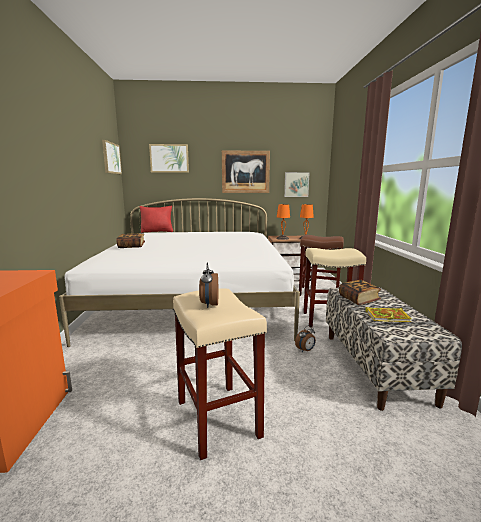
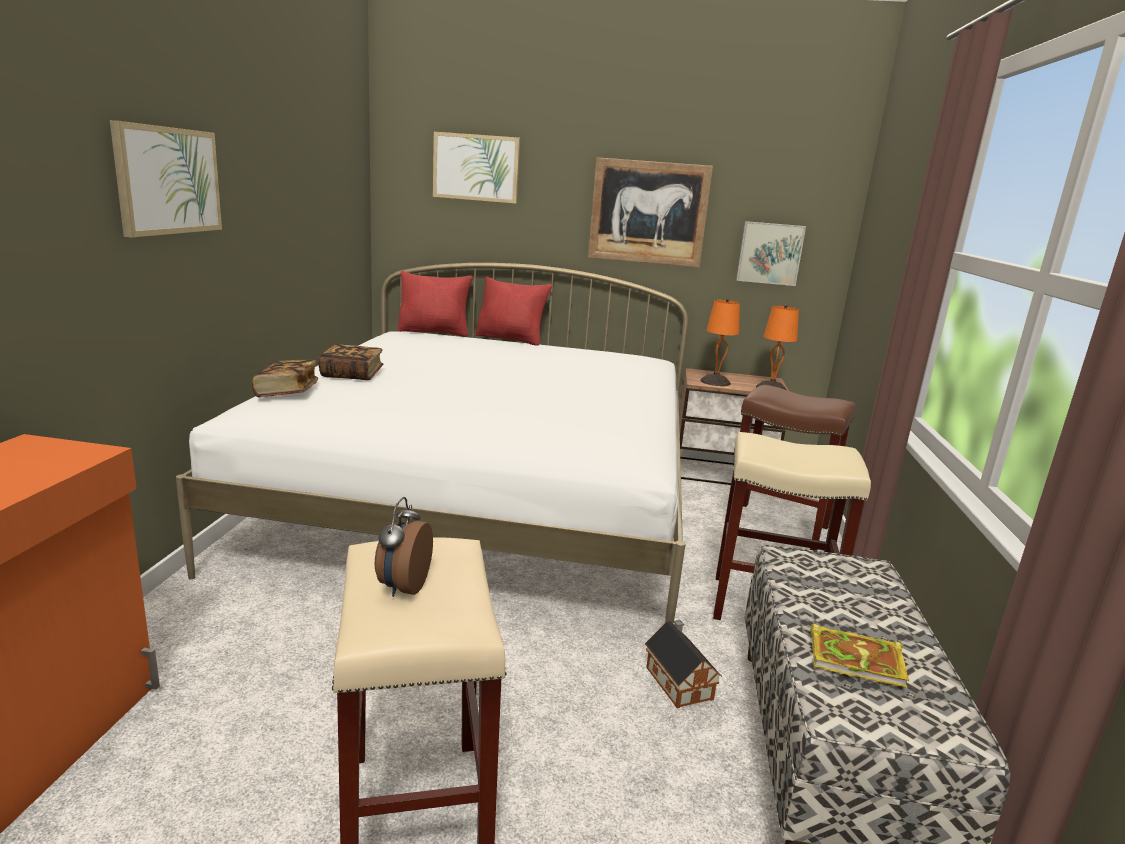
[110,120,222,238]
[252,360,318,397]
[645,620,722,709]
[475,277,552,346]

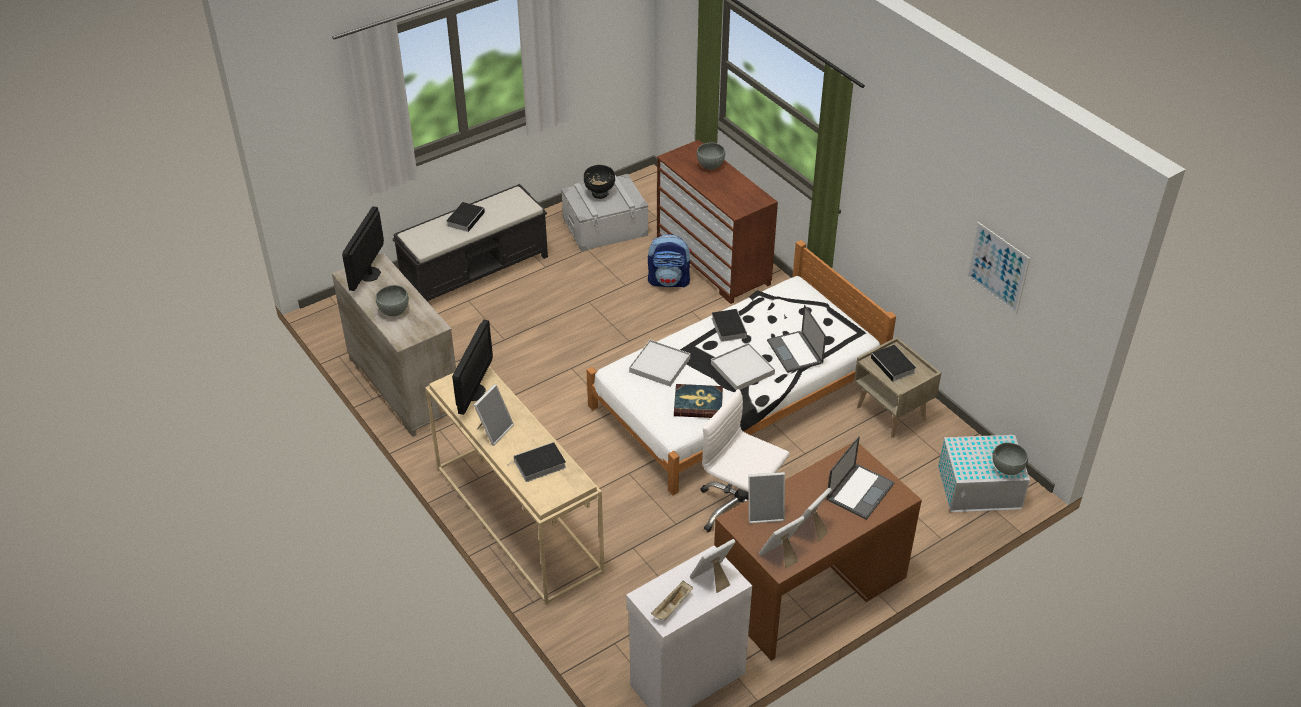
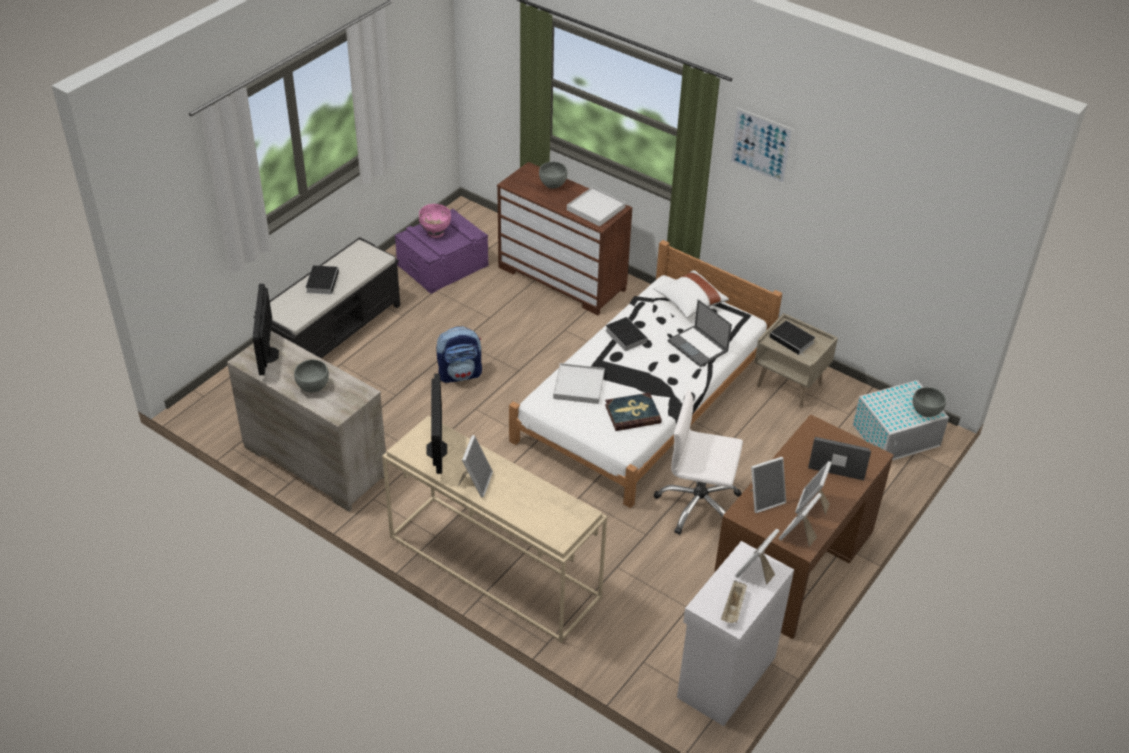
[419,204,451,238]
[395,209,489,294]
[729,107,794,185]
[436,326,482,383]
[567,187,626,227]
[808,437,871,480]
[509,442,566,482] (first image)
[654,270,729,318]

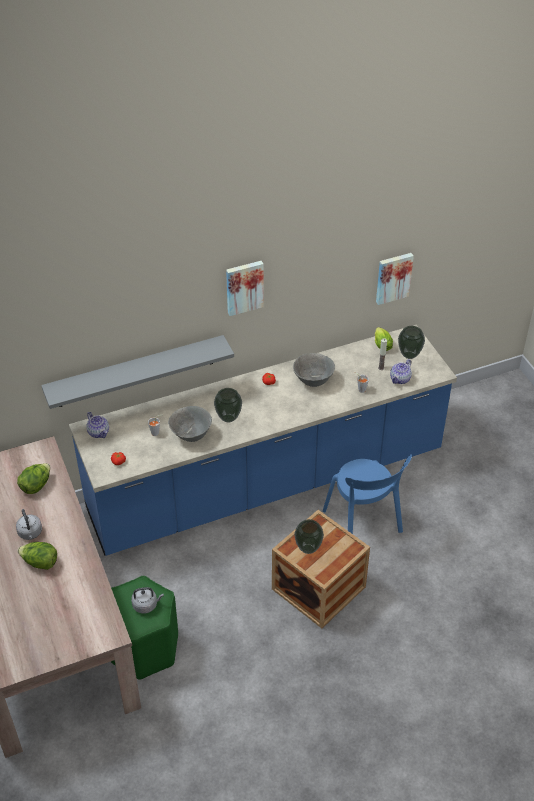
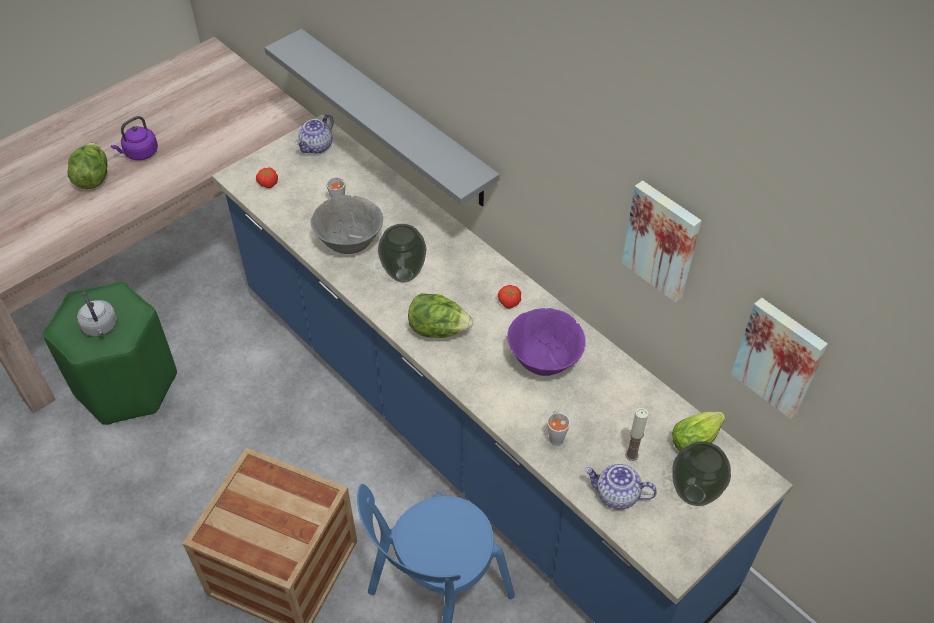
[622,180,702,302]
[507,308,586,376]
[408,293,473,338]
[111,116,158,160]
[294,519,324,554] (first image)

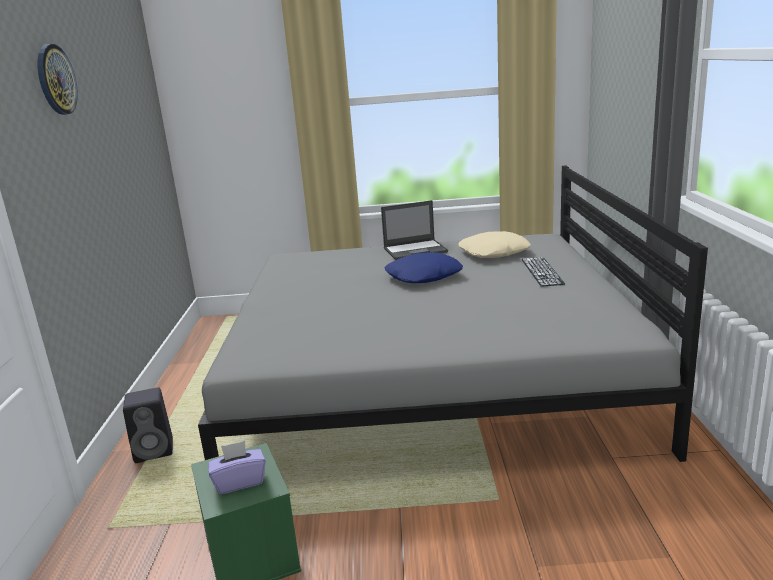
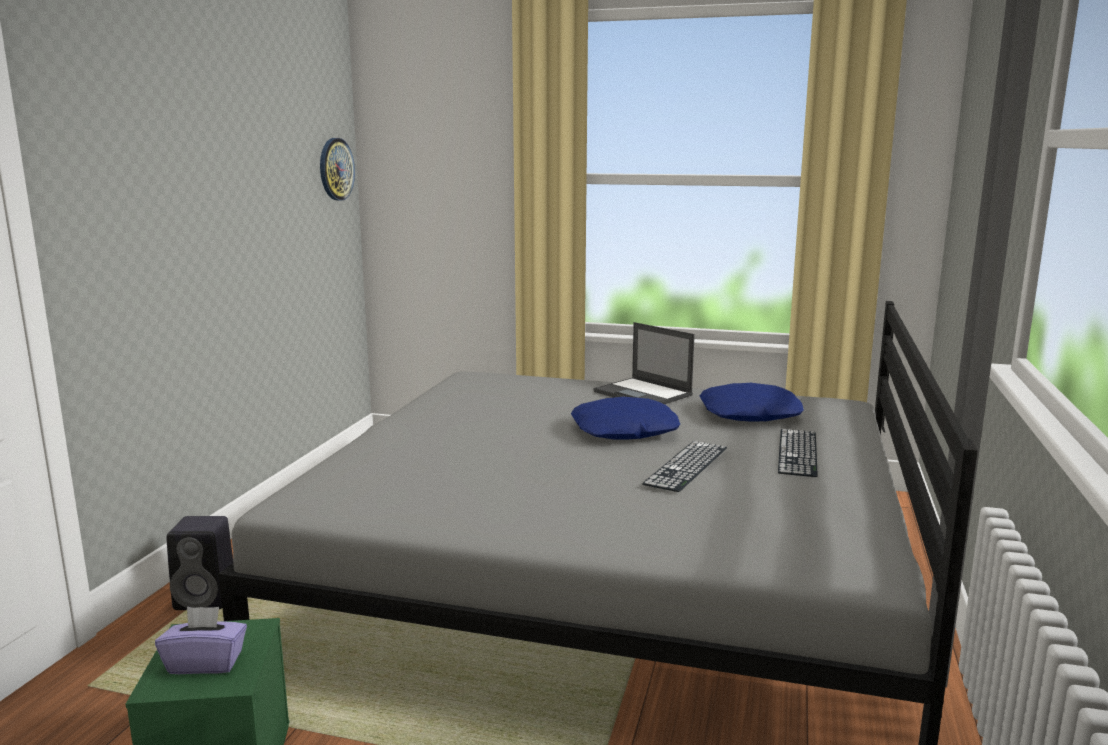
[320,138,355,201]
[593,322,695,404]
[700,383,804,422]
[642,441,727,492]

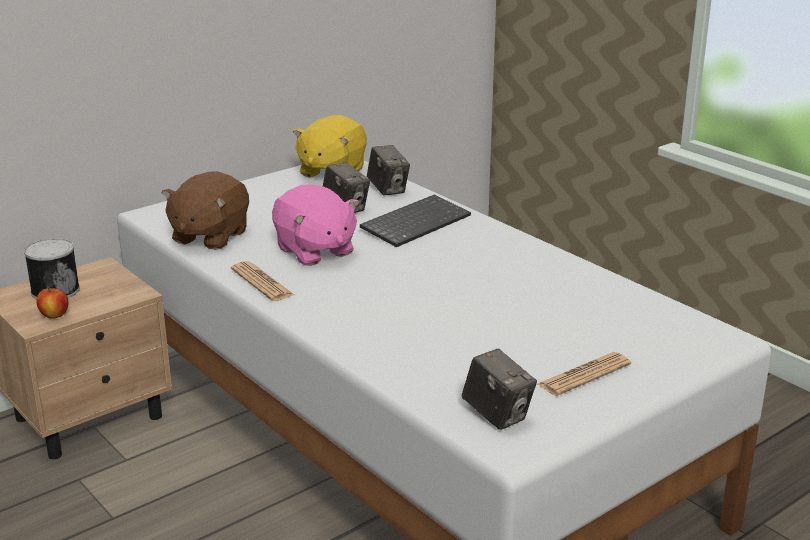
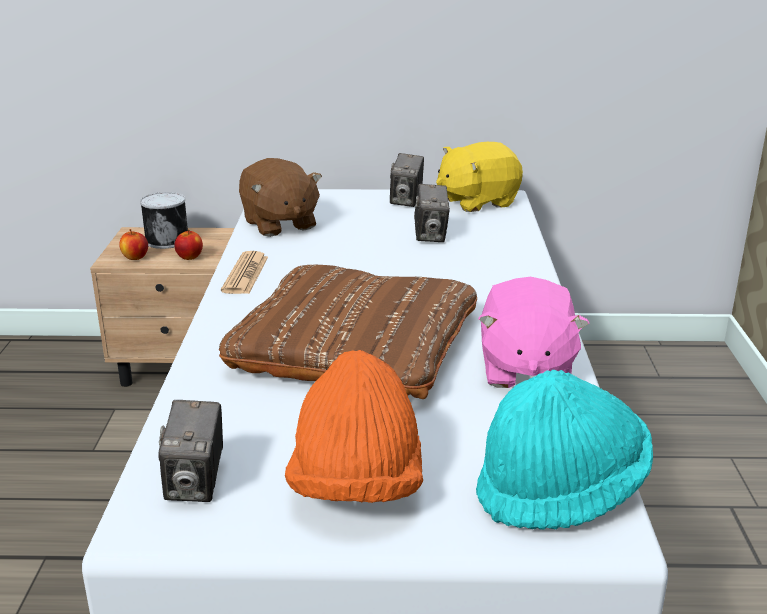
[390,153,424,207]
[239,158,322,237]
[478,277,589,388]
[360,194,471,247] (first image)
[285,350,423,503]
[174,230,203,260]
[219,265,477,399]
[476,370,653,529]

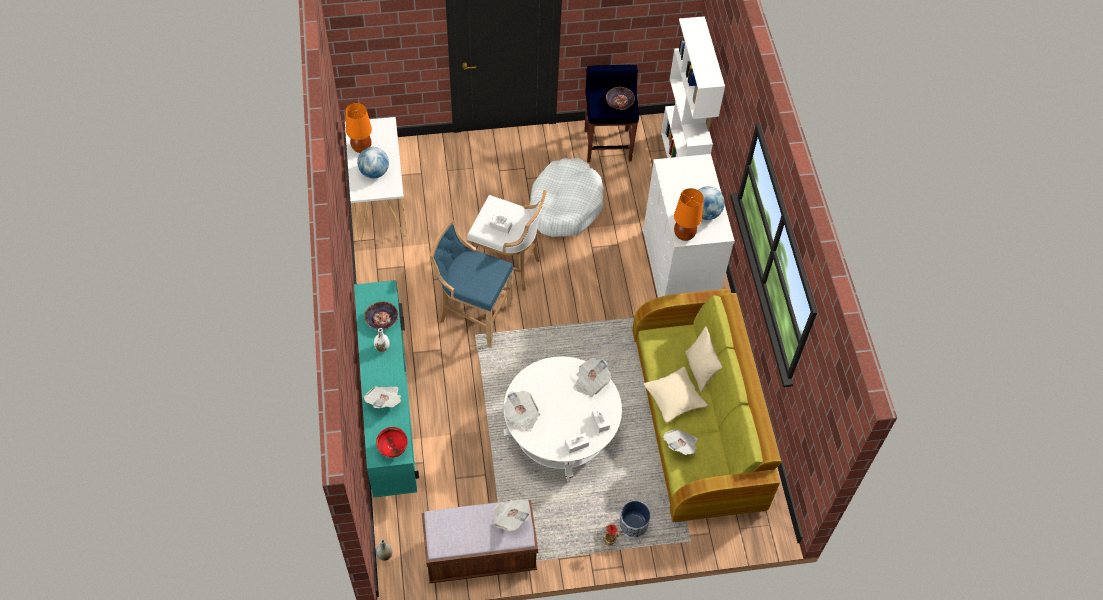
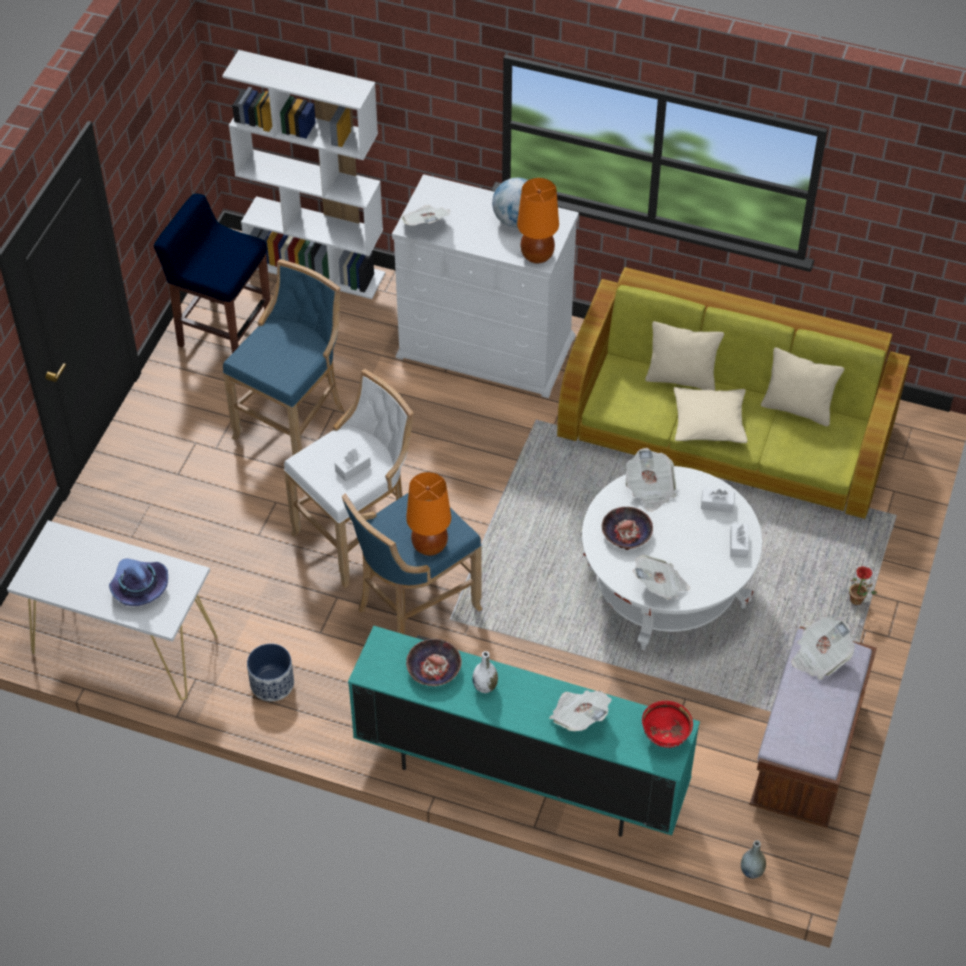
[601,507,653,550]
[406,472,451,556]
[109,558,168,606]
[223,259,344,455]
[401,205,450,226]
[247,643,294,701]
[761,347,844,426]

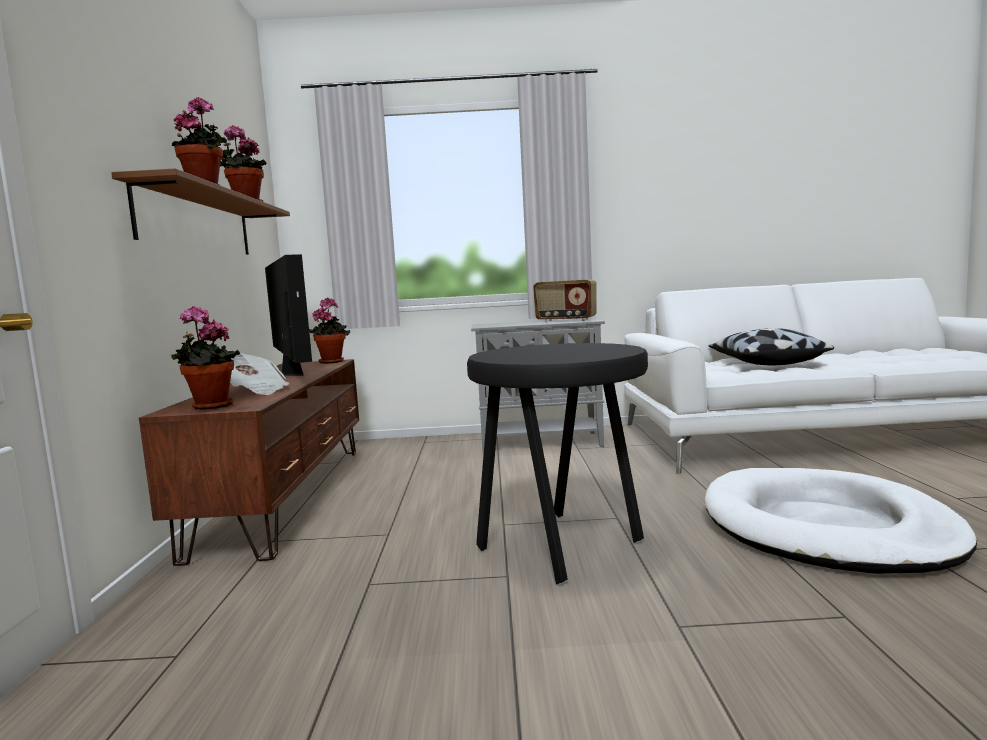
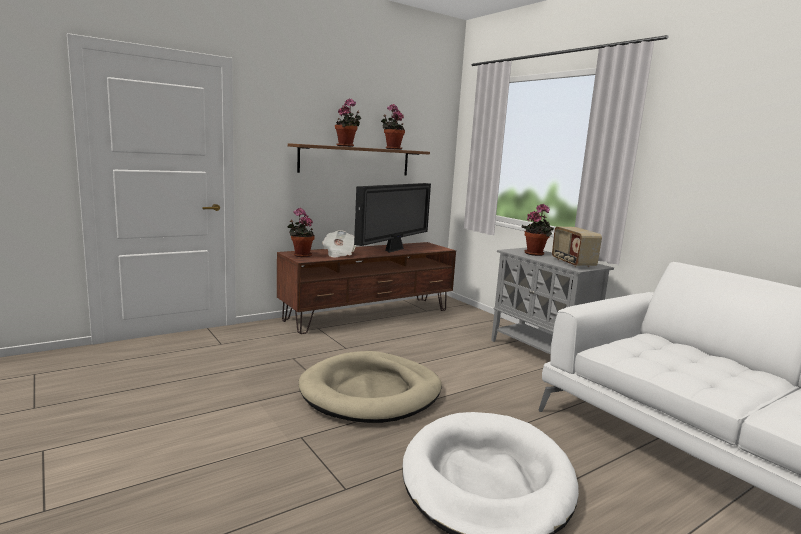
[521,204,554,256]
[709,328,834,365] (first image)
[299,351,442,423]

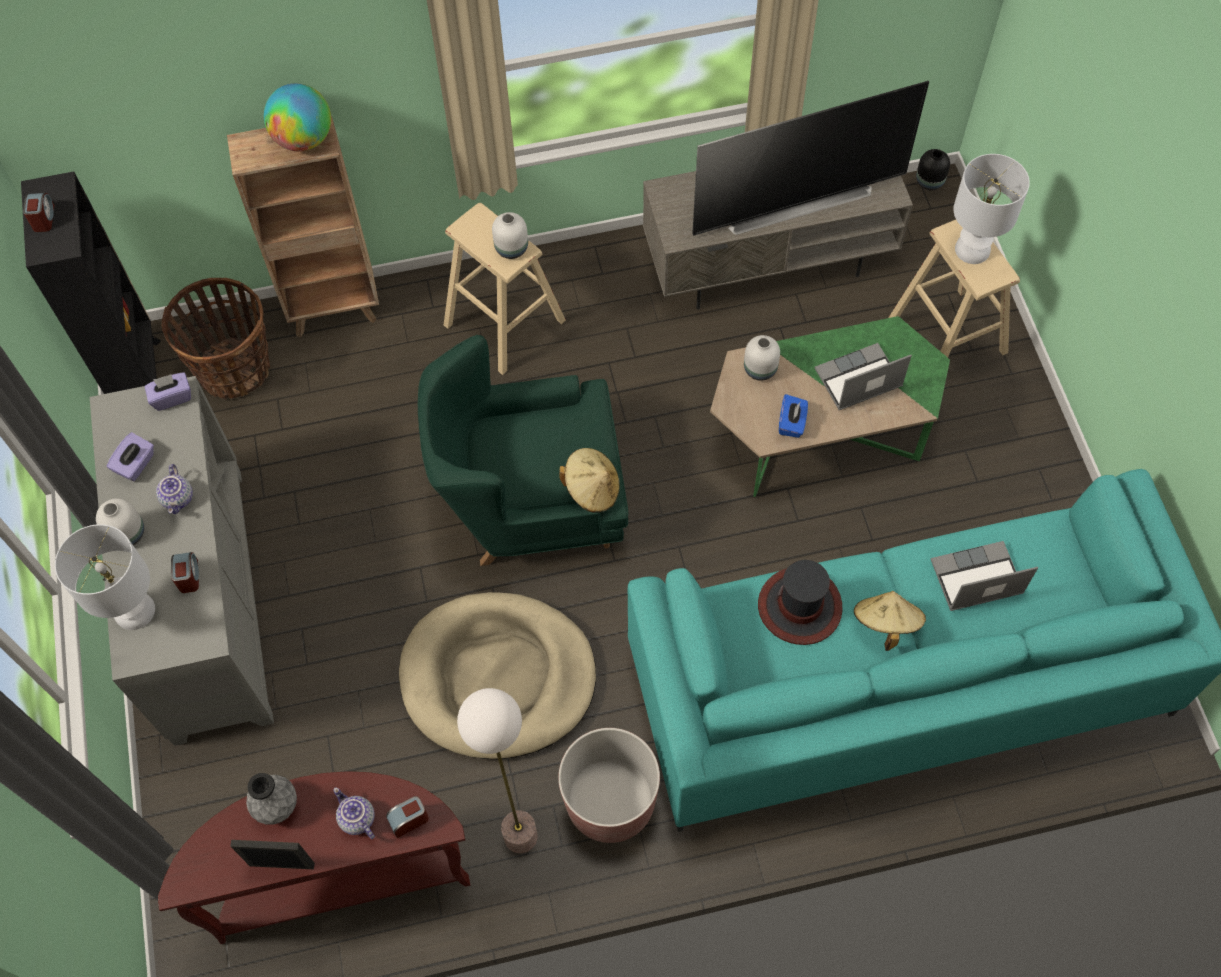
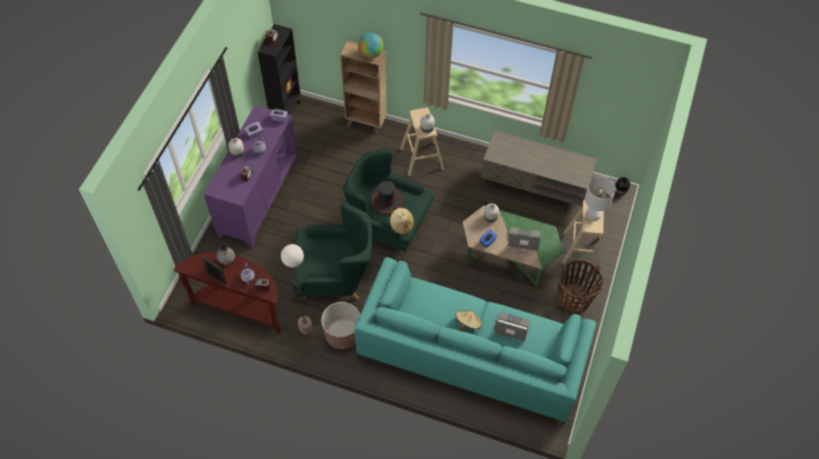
[692,81,929,236] (first image)
[558,260,604,313]
[204,105,297,247]
[55,524,155,630] (first image)
[371,181,403,215]
[292,203,372,300]

